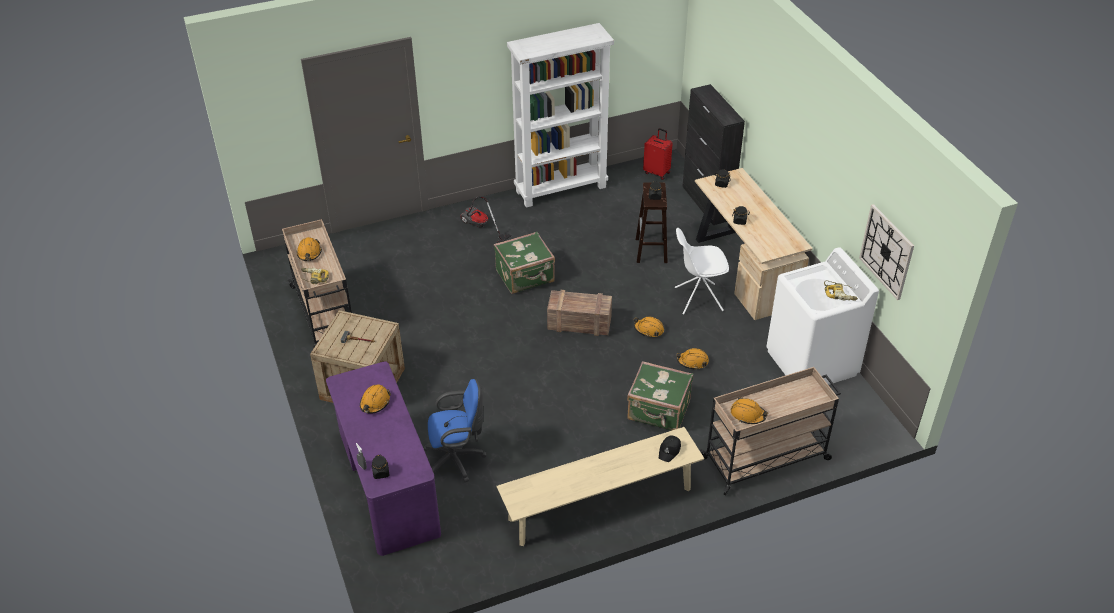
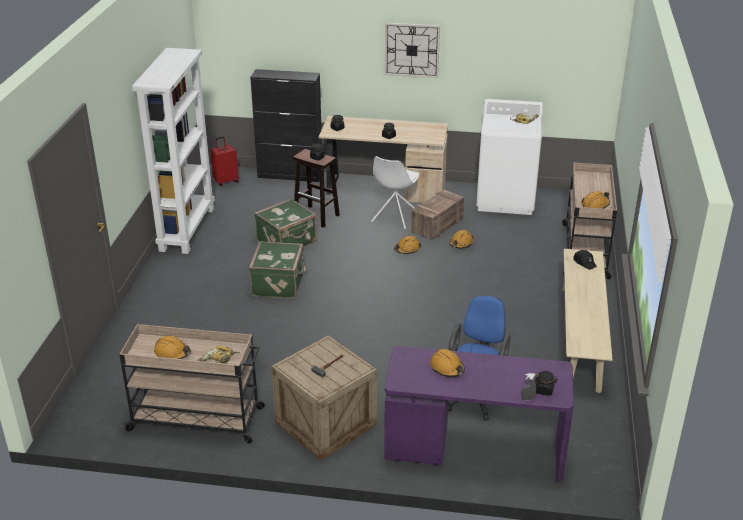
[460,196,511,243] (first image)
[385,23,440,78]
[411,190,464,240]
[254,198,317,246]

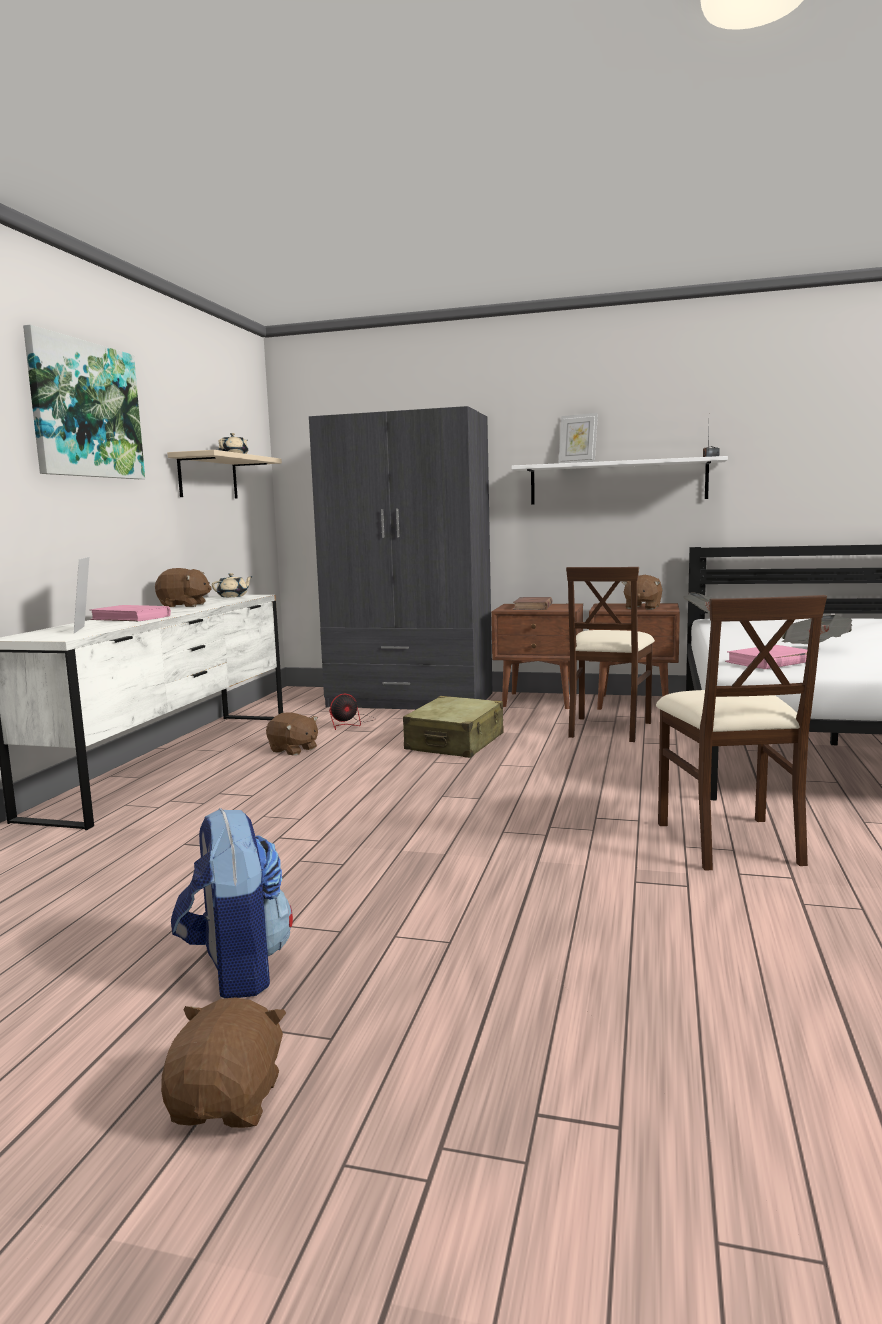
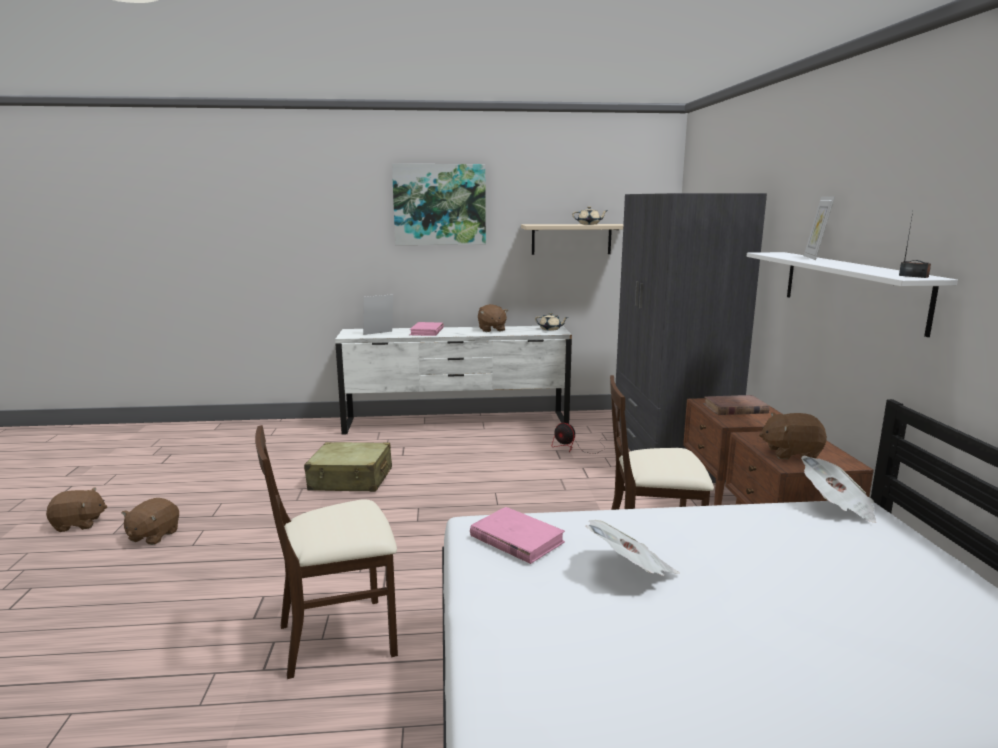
[304,442,392,492]
[121,498,179,545]
[171,808,293,998] (first image)

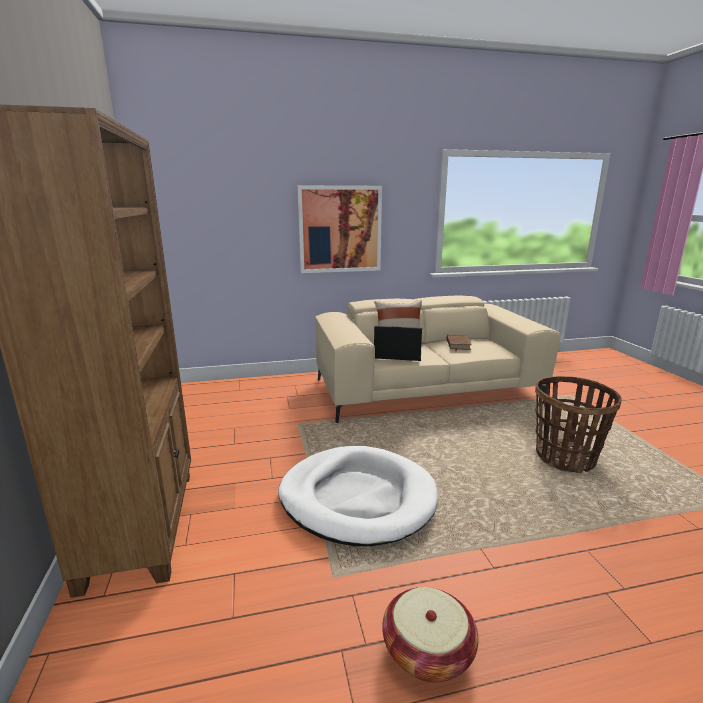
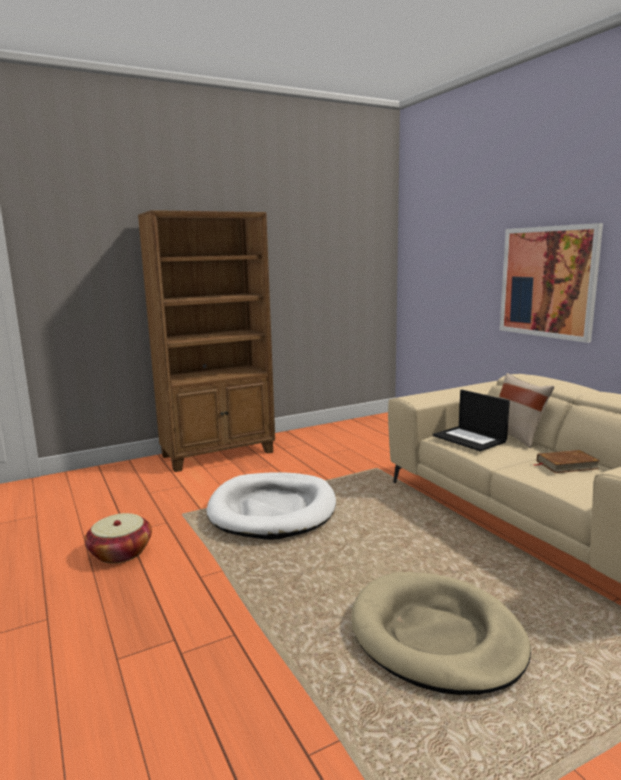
[433,390,510,451]
[351,572,531,695]

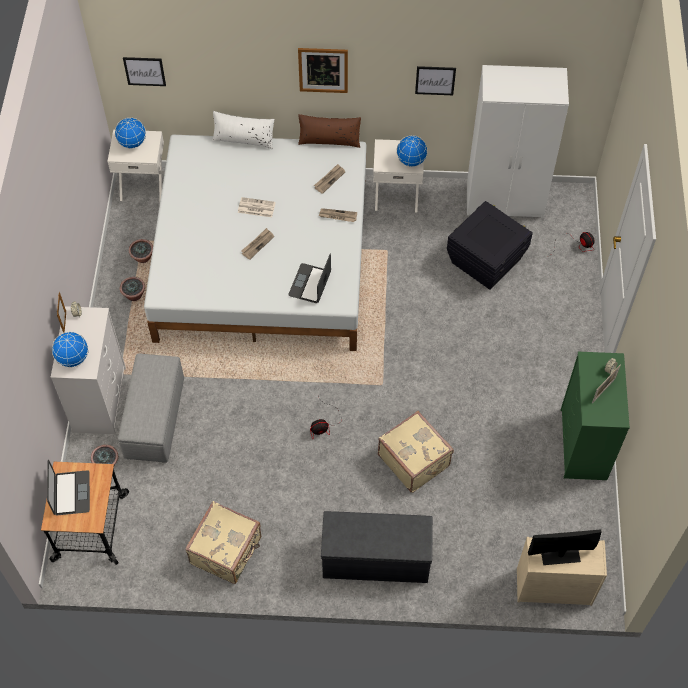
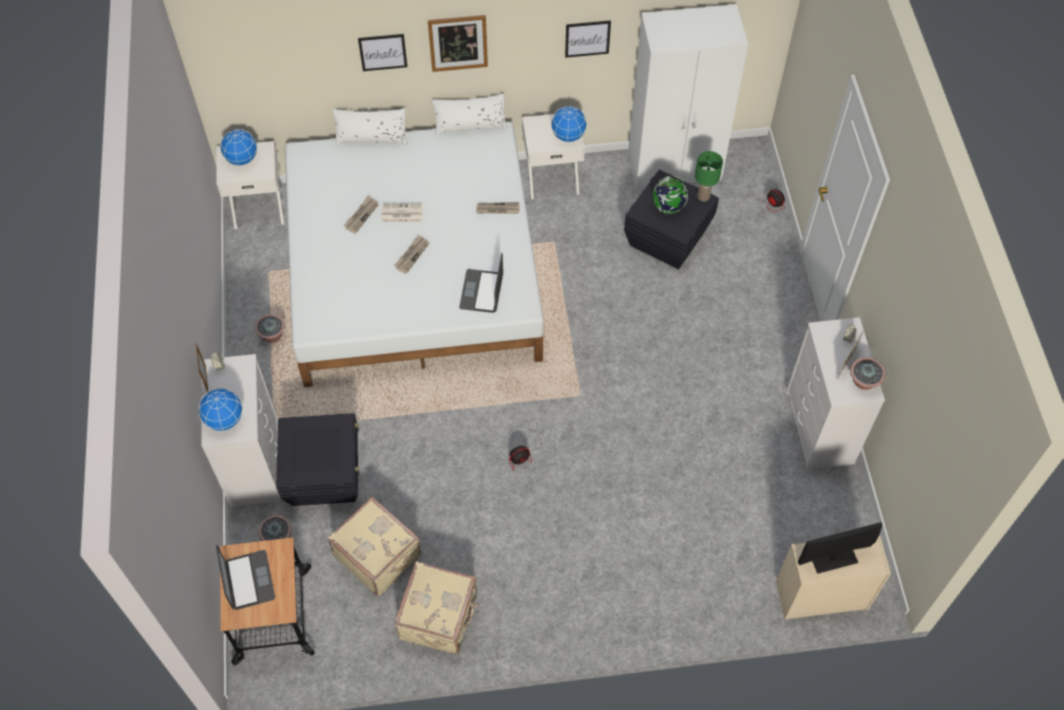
[358,34,407,71]
[432,93,507,135]
[344,196,379,234]
[850,357,885,390]
[786,317,885,470]
[276,413,359,506]
[328,497,421,596]
[321,511,433,583] (first image)
[695,151,723,201]
[653,176,688,214]

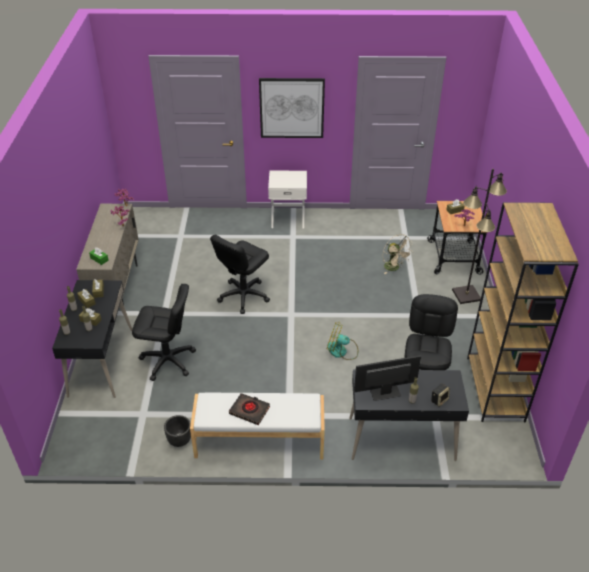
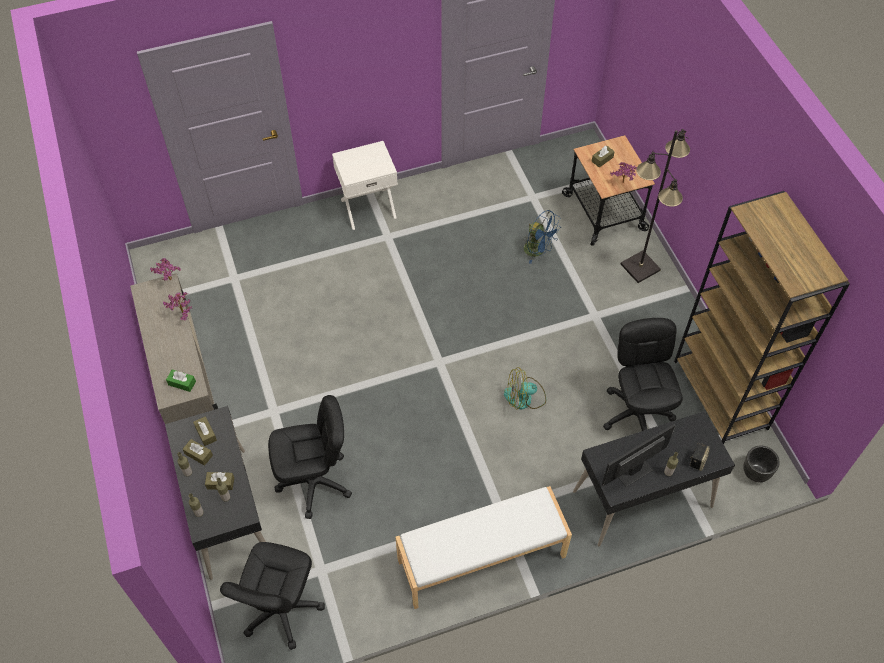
[259,78,325,138] (first image)
[220,542,325,650]
[523,210,561,264]
[229,393,270,425] (first image)
[743,446,780,482]

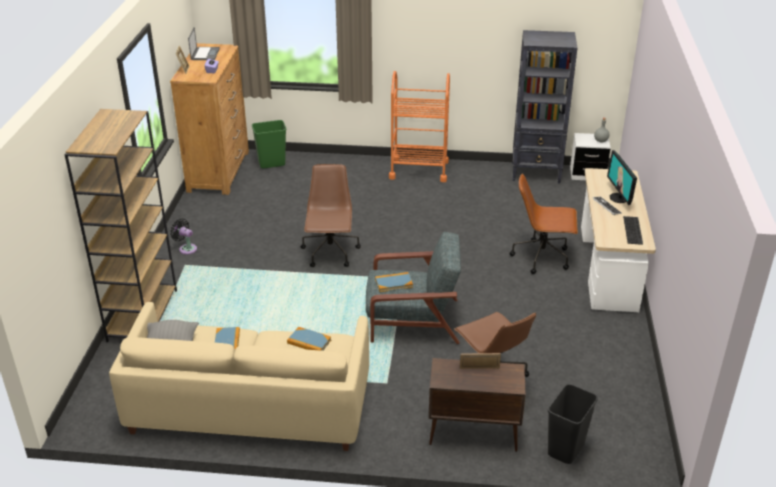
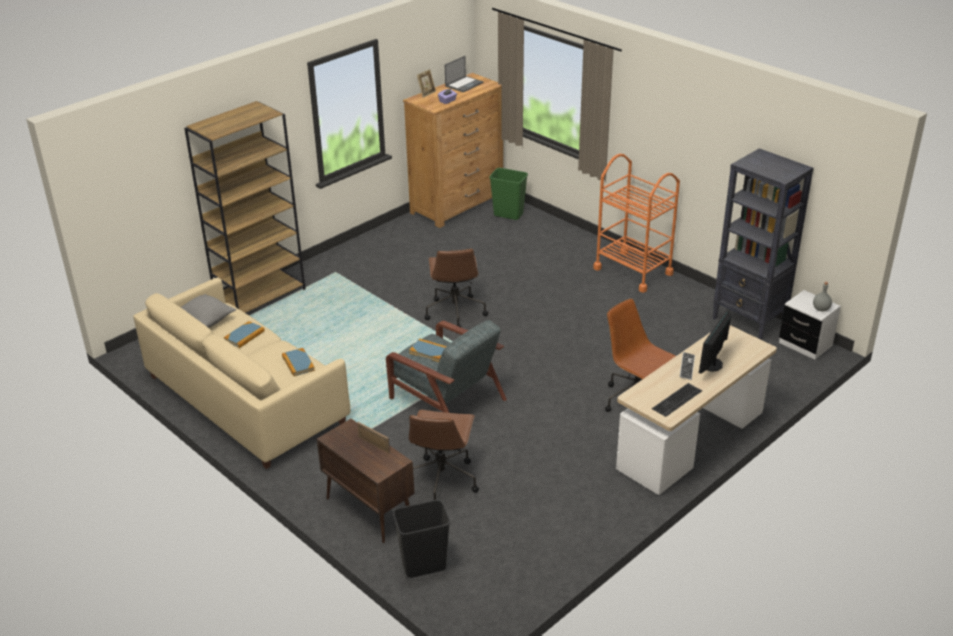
[424,249,488,328]
[170,219,197,255] (first image)

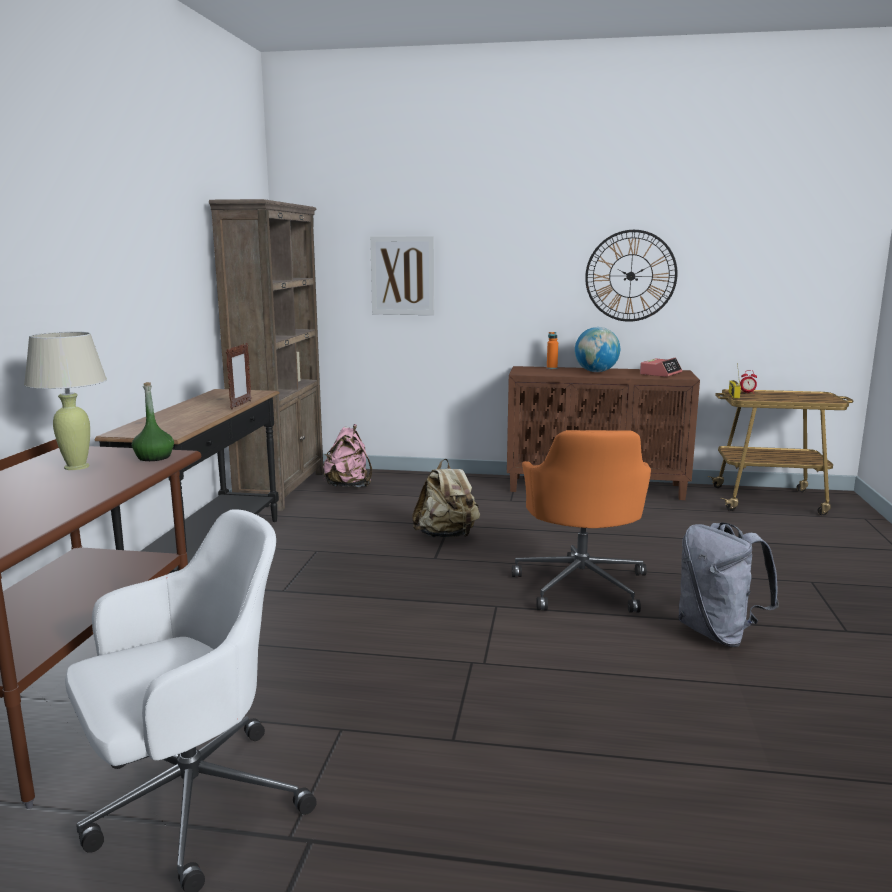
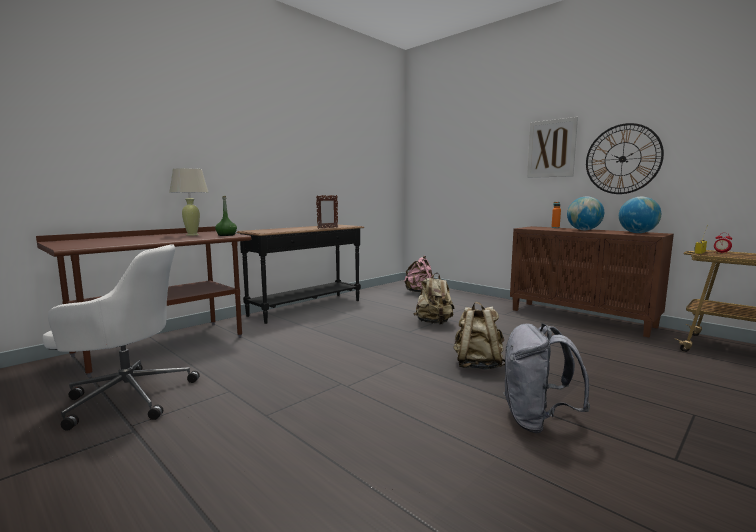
[209,199,324,511] (first image)
[527,117,578,178]
[619,196,661,233]
[453,302,505,370]

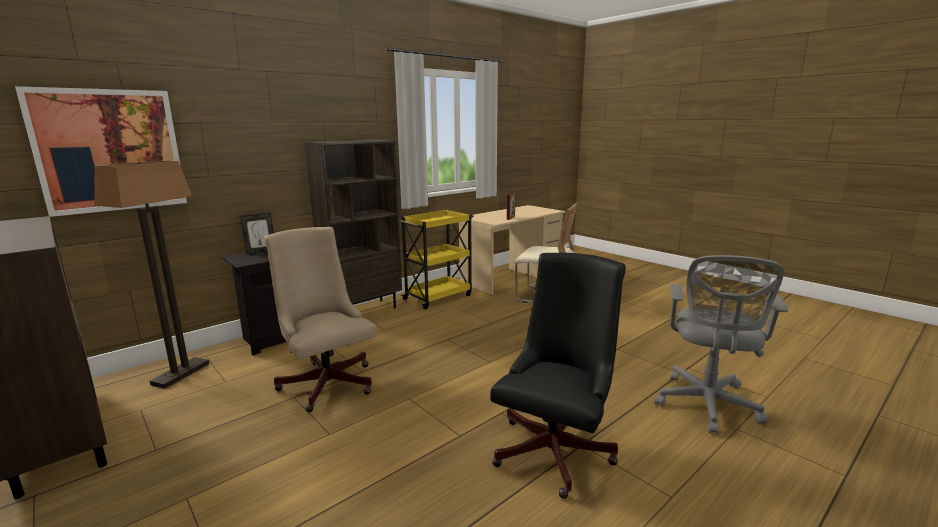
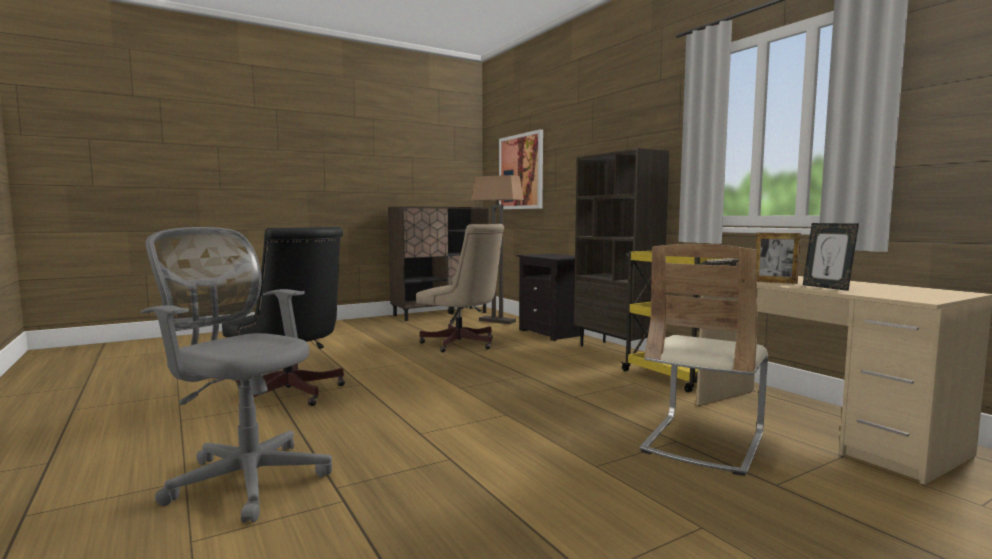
[803,223,859,291]
[416,224,504,352]

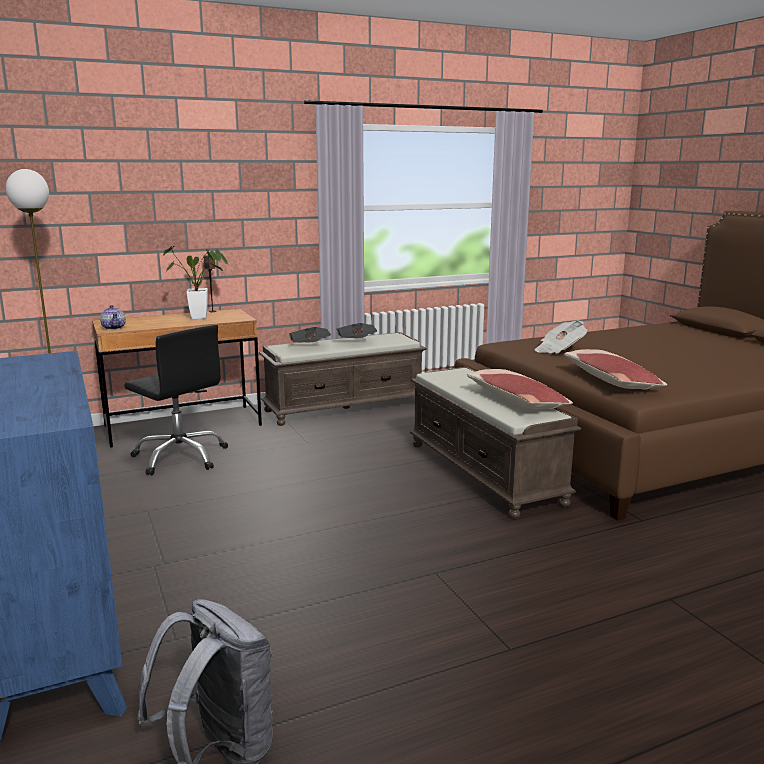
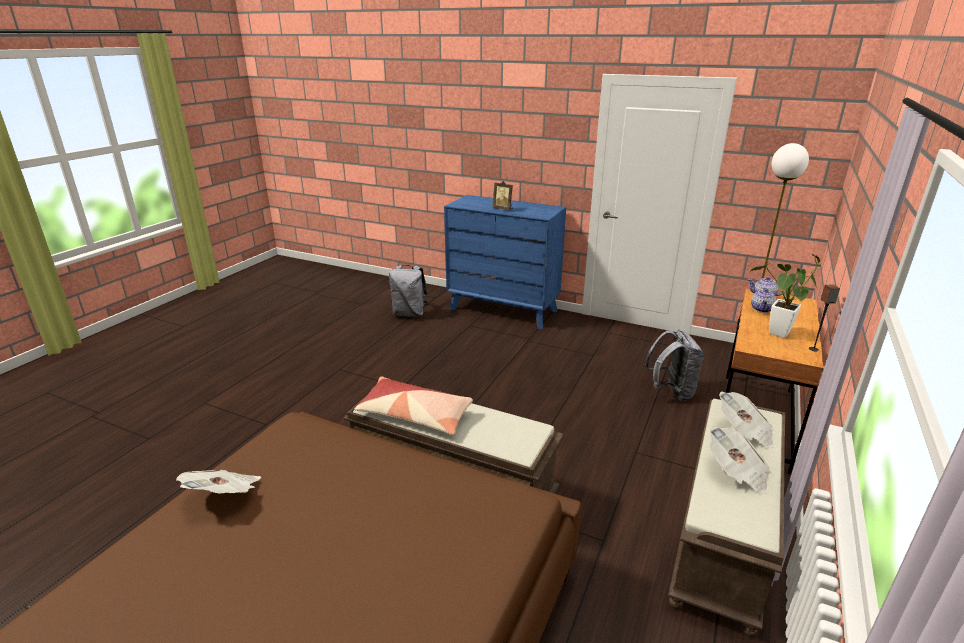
[176,470,261,494]
[644,329,704,401]
[564,349,667,390] (first image)
[493,181,513,210]
[751,288,777,313]

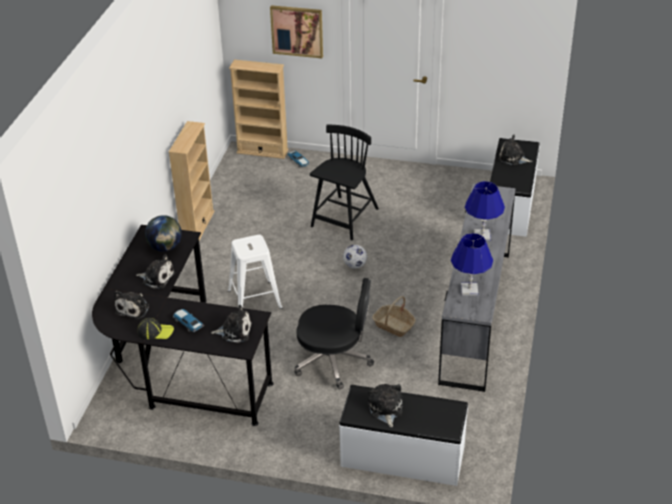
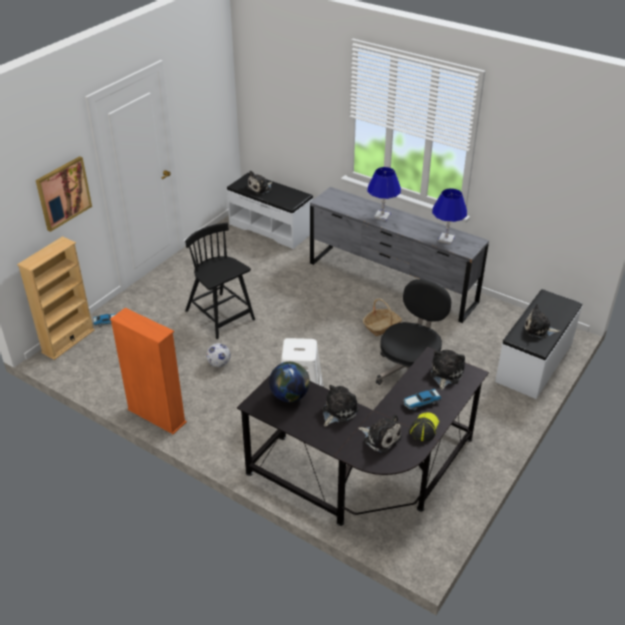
[110,308,187,434]
[206,343,231,367]

